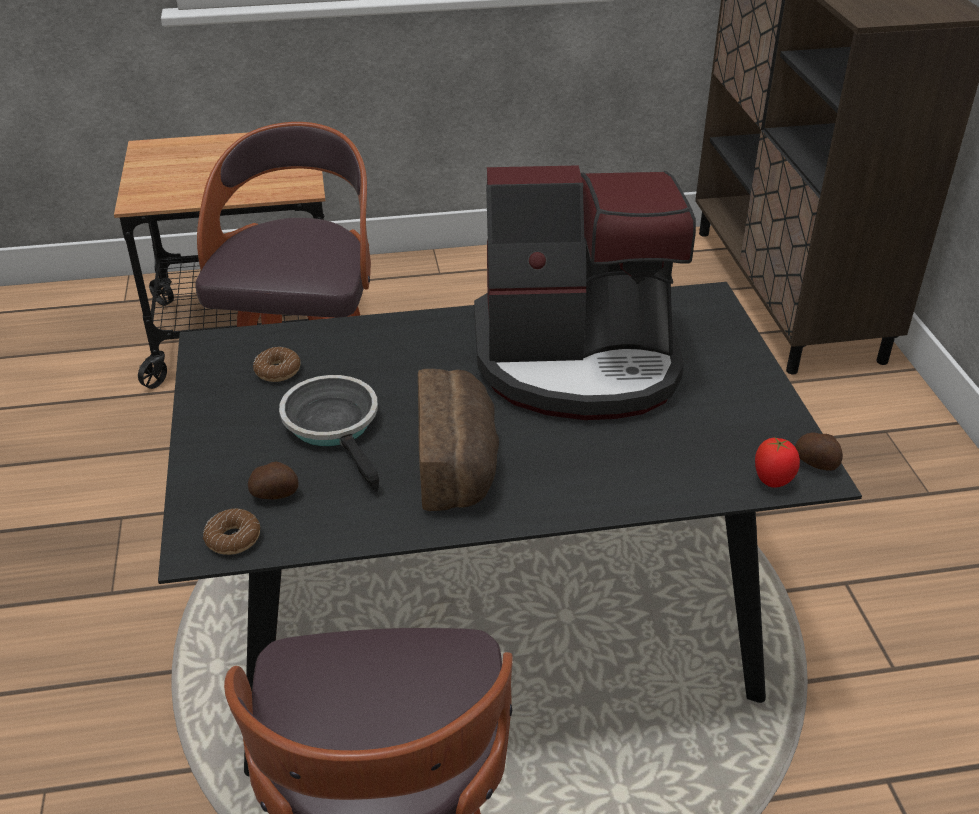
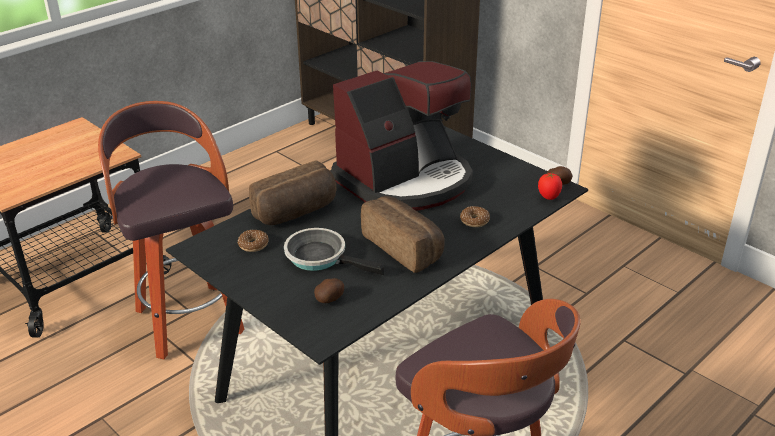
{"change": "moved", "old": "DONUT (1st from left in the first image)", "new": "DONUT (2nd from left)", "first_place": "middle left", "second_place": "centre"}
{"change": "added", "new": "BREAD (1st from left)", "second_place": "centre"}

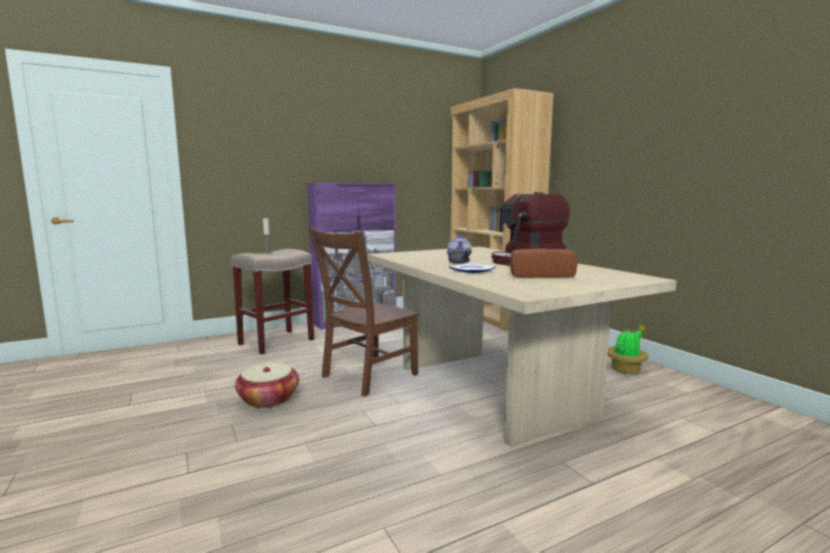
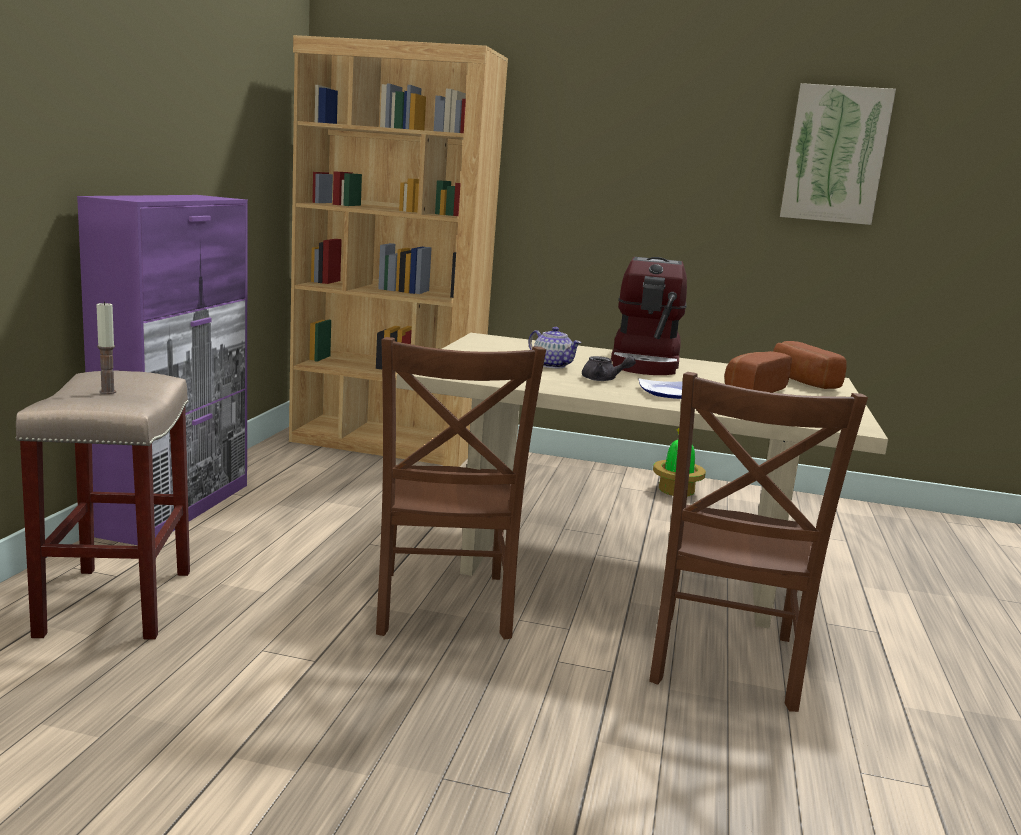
{"change": "removed", "old": "BASKET", "first_place": "bottom left"}
{"change": "added", "new": "PICTURE", "second_place": "top right"}
{"change": "added", "new": "BREAD (2nd from left)", "second_place": "middle right"}
{"change": "added", "new": "BROWN CHAIR (2nd from left)", "second_place": "middle right"}

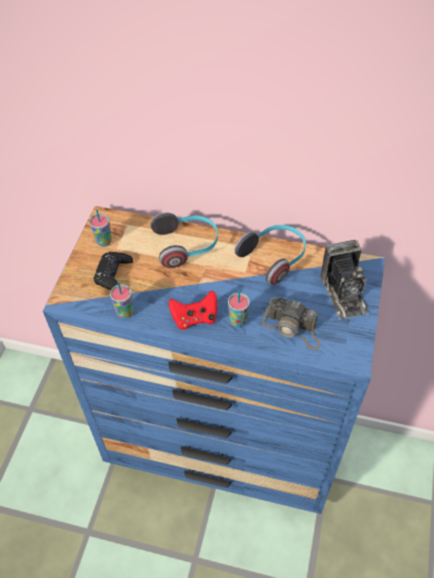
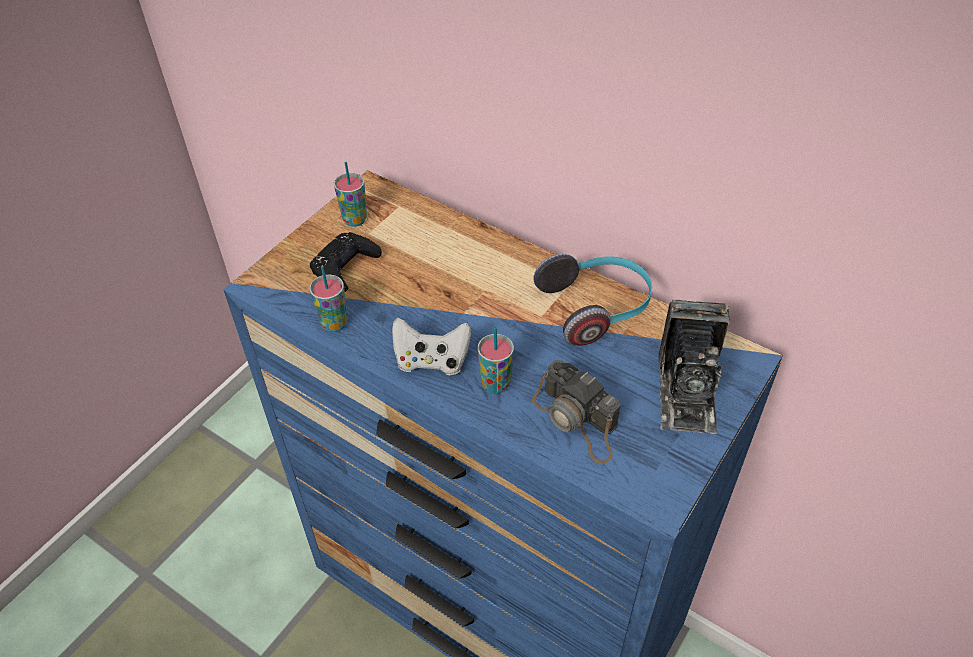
{"change": "removed", "old": "HEADPHONES (1st from left)", "first_place": "centre"}
{"change": "recoloured", "old": "RED GAME CONTROLLER", "new": "WHITE GAME CONTROLLER", "first_place": "centre", "second_place": "centre"}

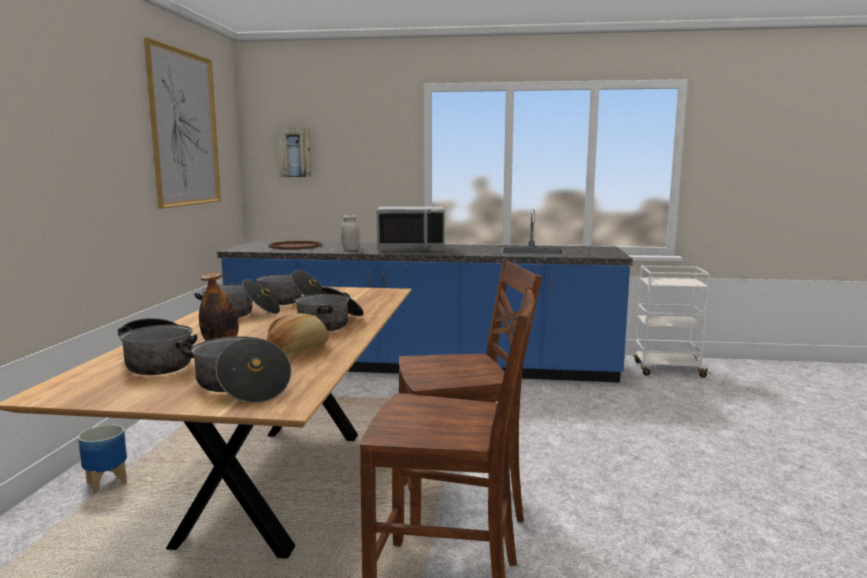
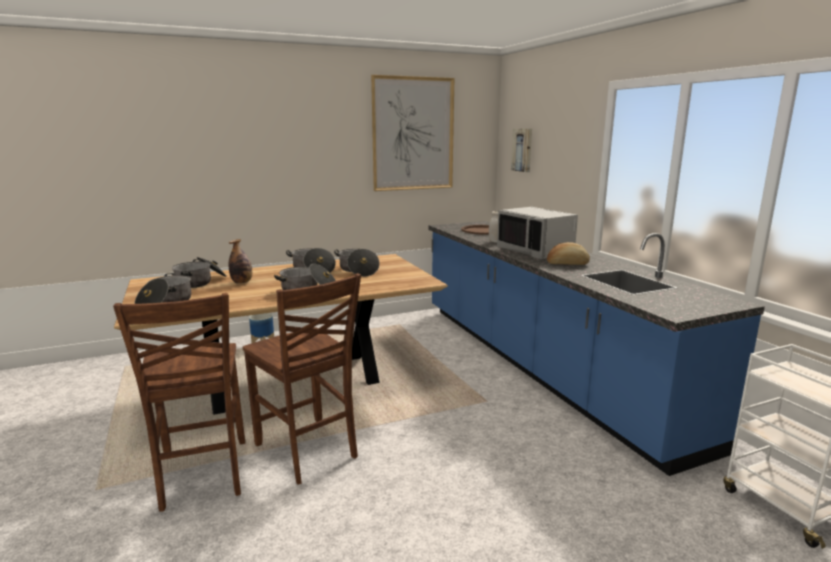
{"change": "moved", "old": "BREAD", "first_place": "centre", "second_place": "middle right"}

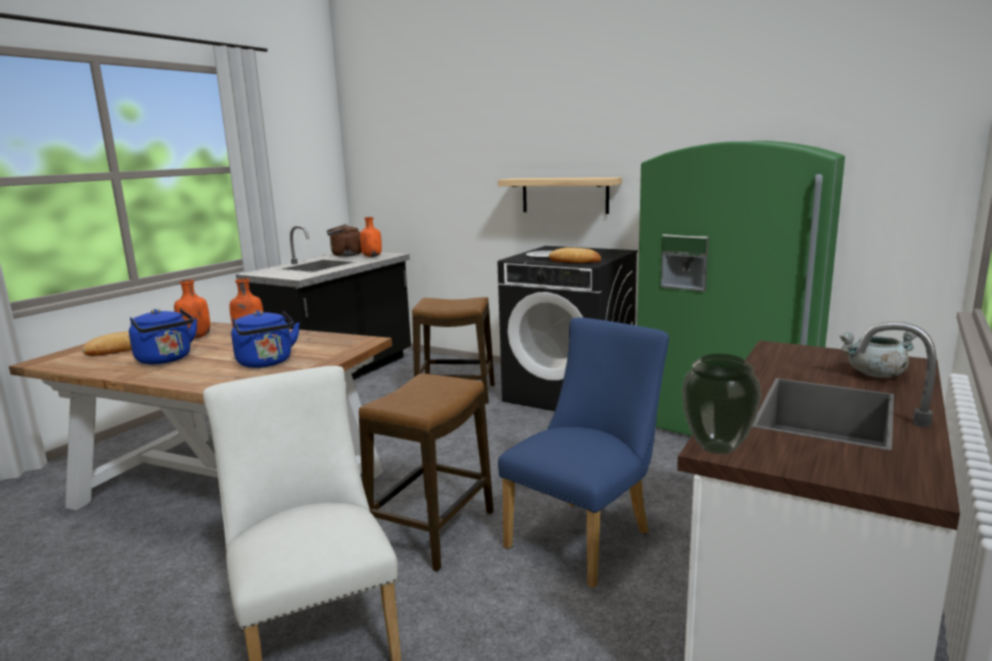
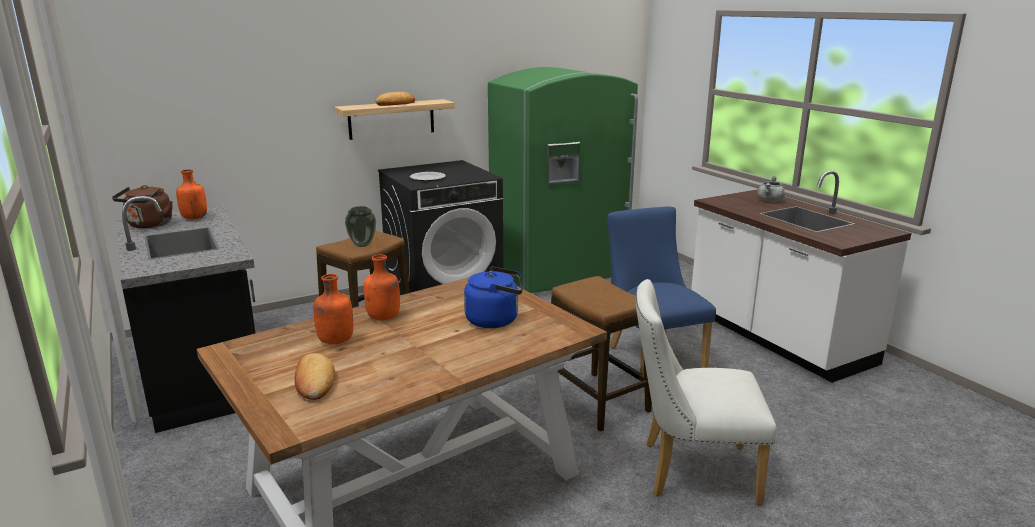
{"change": "moved", "old": "BREAD (2nd from left)", "first_place": "centre", "second_place": "top centre"}
{"change": "removed", "old": "BLUE KETTLE (1st from left)", "first_place": "middle left"}
{"change": "moved", "old": "VASE", "first_place": "middle right", "second_place": "centre"}

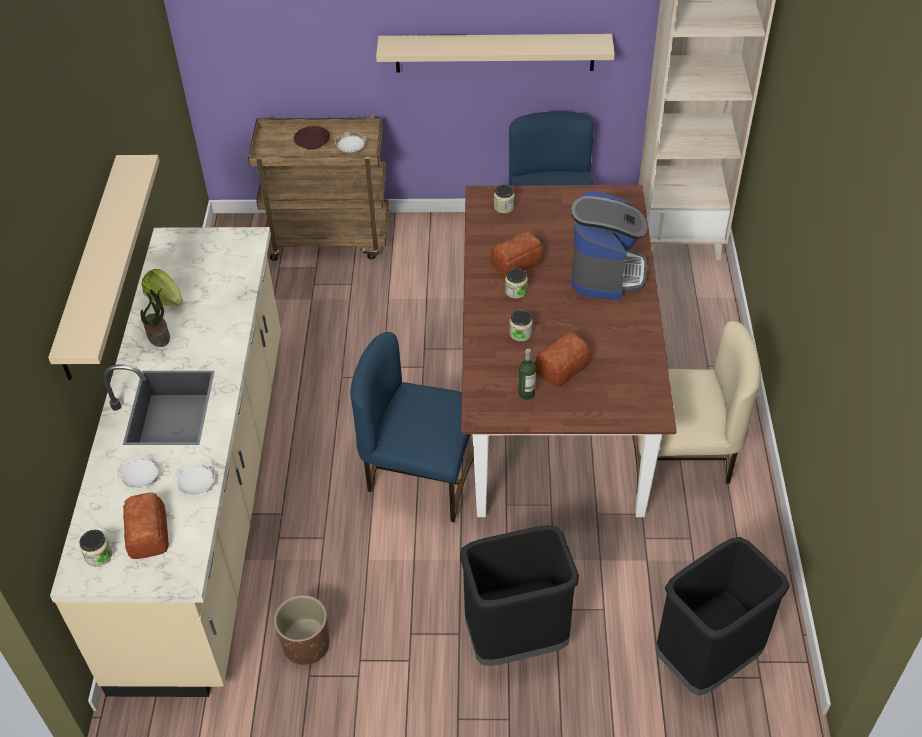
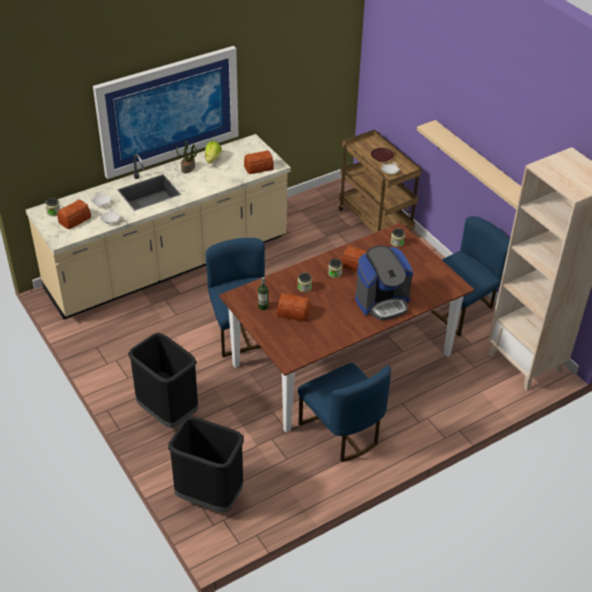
{"change": "replaced", "old": "BEIGE SHELF (1st from left)", "new": "PICTURE", "first_place": "middle left", "second_place": "top left"}
{"change": "recoloured", "old": "BEIGE CHAIR", "new": "BLUE CHAIR (2nd from left)", "first_place": "middle right", "second_place": "bottom centre"}
{"change": "removed", "old": "BROWN PLANTER", "first_place": "bottom left"}
{"change": "added", "new": "BREAD (2nd from left)", "second_place": "top centre"}

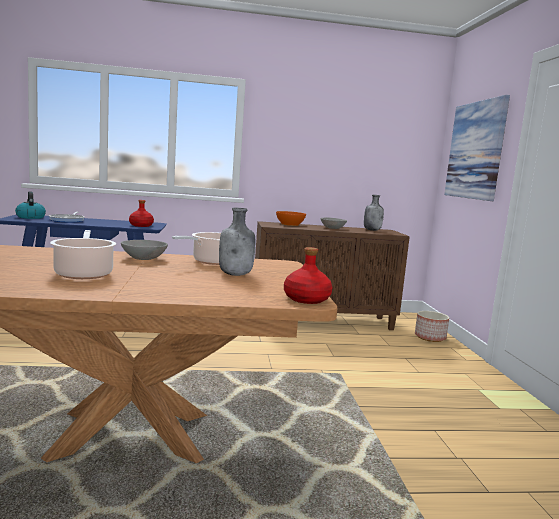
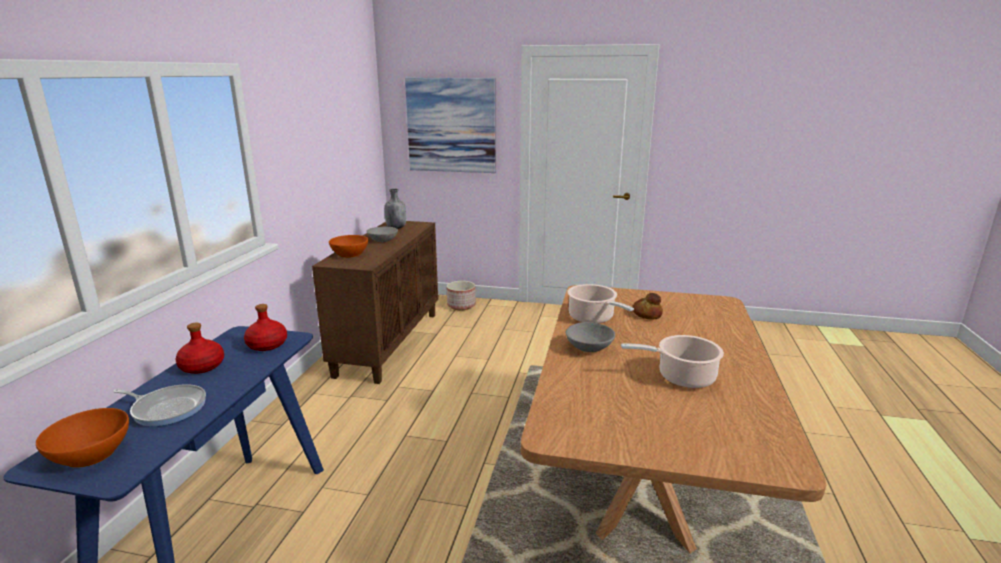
{"change": "replaced", "old": "KETTLE", "new": "ORANGE BOWL (1st from left)", "first_place": "middle left", "second_place": "bottom left"}
{"change": "replaced", "old": "GREY BOTTLE (1st from left)", "new": "BREAD", "first_place": "centre", "second_place": "centre"}
{"change": "moved", "old": "RED BOTTLE (2nd from left in the first image)", "new": "RED BOTTLE (1st from left)", "first_place": "centre", "second_place": "middle left"}

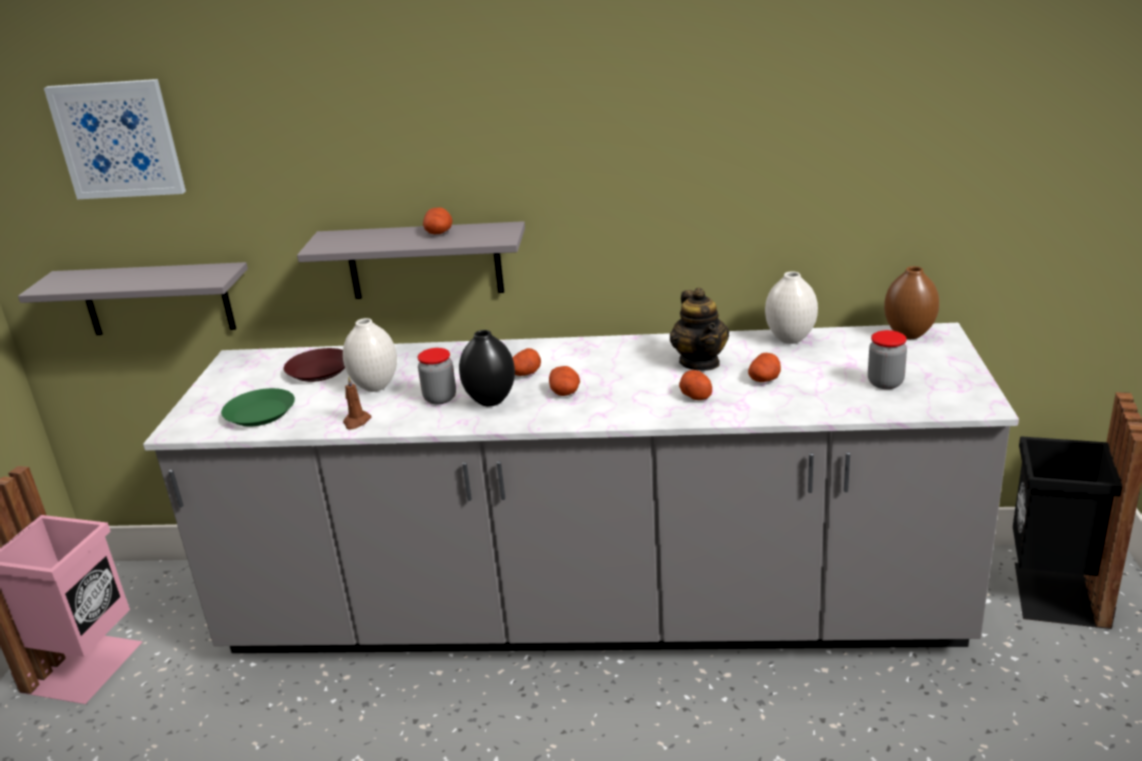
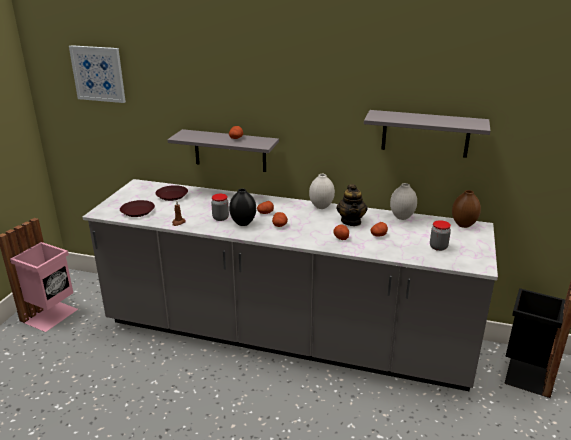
{"change": "moved", "old": "GREY SHELF (1st from left in the first image)", "new": "GREY SHELF (2nd from left)", "first_place": "middle left", "second_place": "top right"}
{"change": "moved", "old": "WHITE VASE (1st from left)", "first_place": "middle left", "second_place": "centre"}
{"change": "recoloured", "old": "GREEN PLATE", "new": "BROWN PLATE (1st from left)", "first_place": "middle left", "second_place": "middle left"}

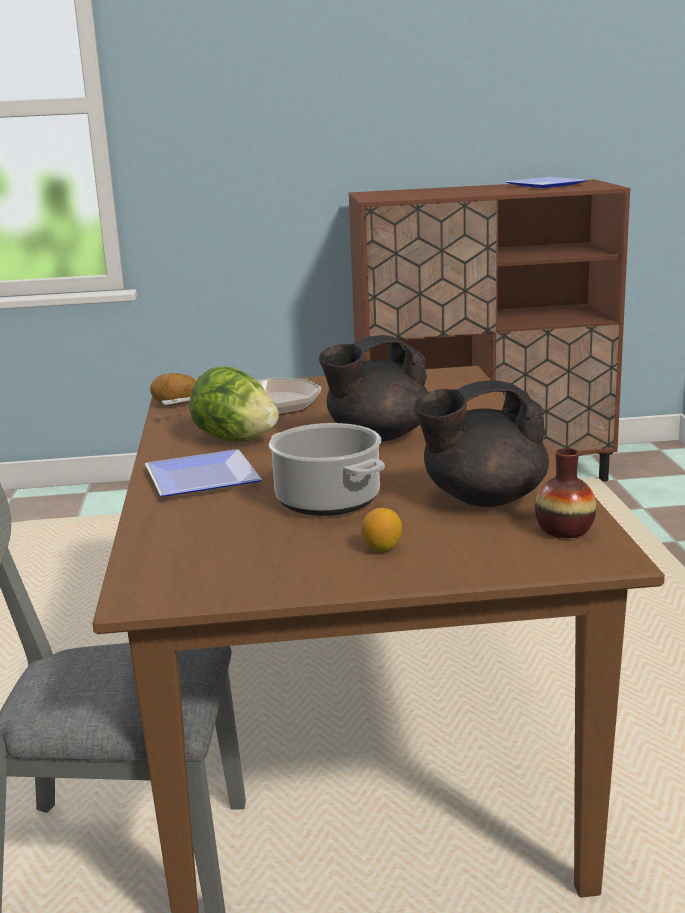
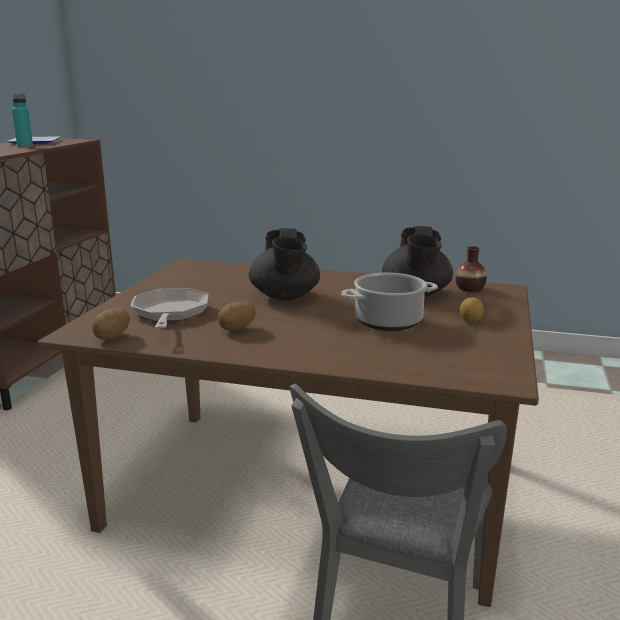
{"change": "replaced", "old": "LETTUCE", "new": "POTATO (2nd from left)", "first_place": "centre", "second_place": "centre"}
{"change": "removed", "old": "PLATE (1st from left)", "first_place": "middle left"}
{"change": "added", "new": "TURQUOISE BOTTLE", "second_place": "top left"}

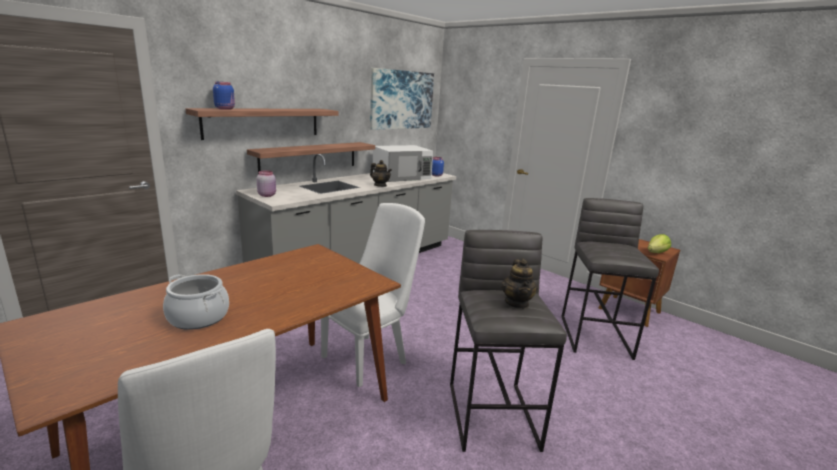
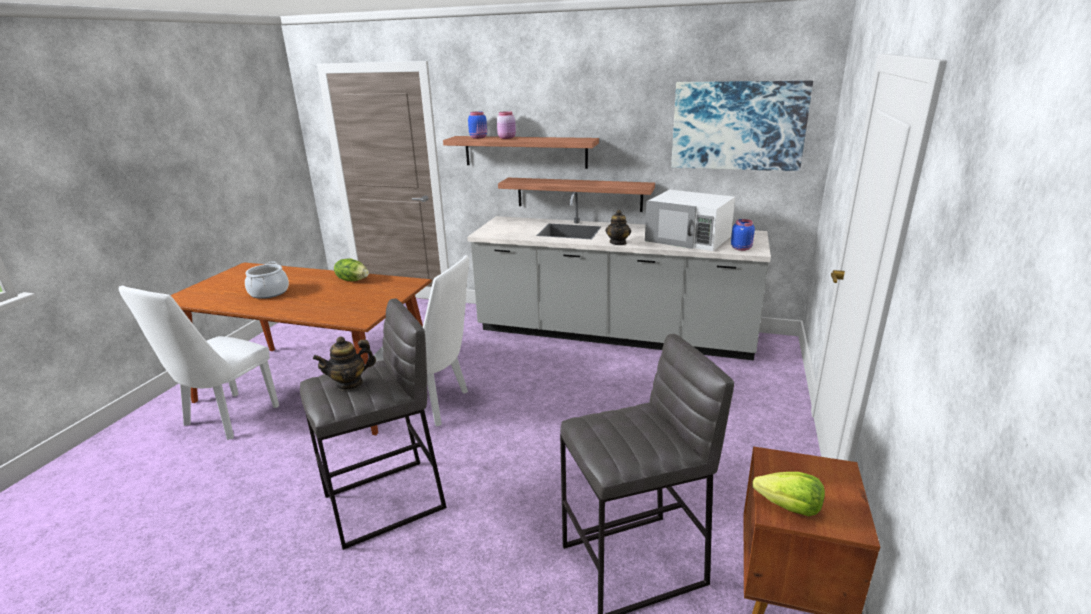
{"change": "moved", "old": "PINK JAR", "first_place": "middle left", "second_place": "top centre"}
{"change": "added", "new": "LETTUCE (1st from left)", "second_place": "middle left"}

